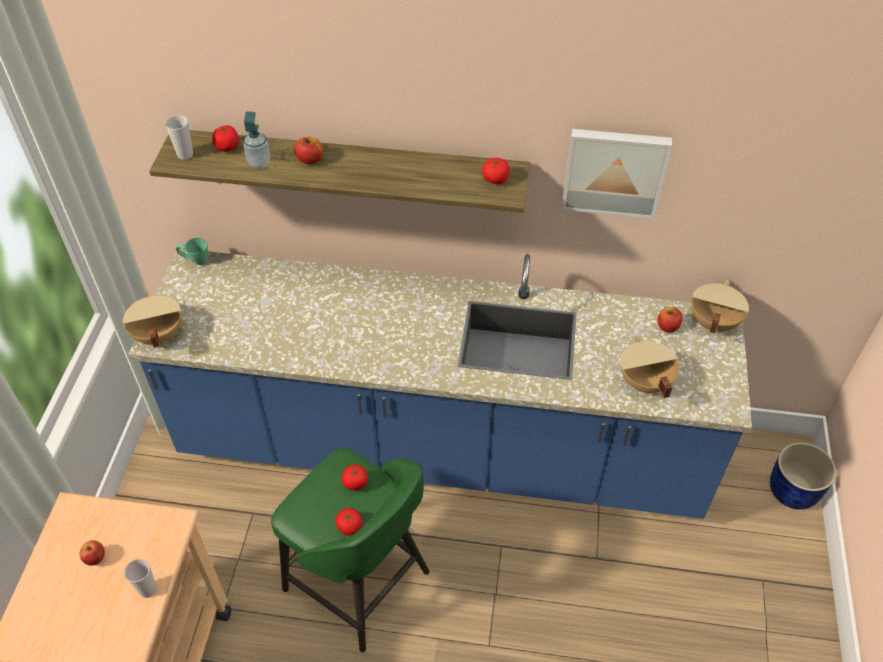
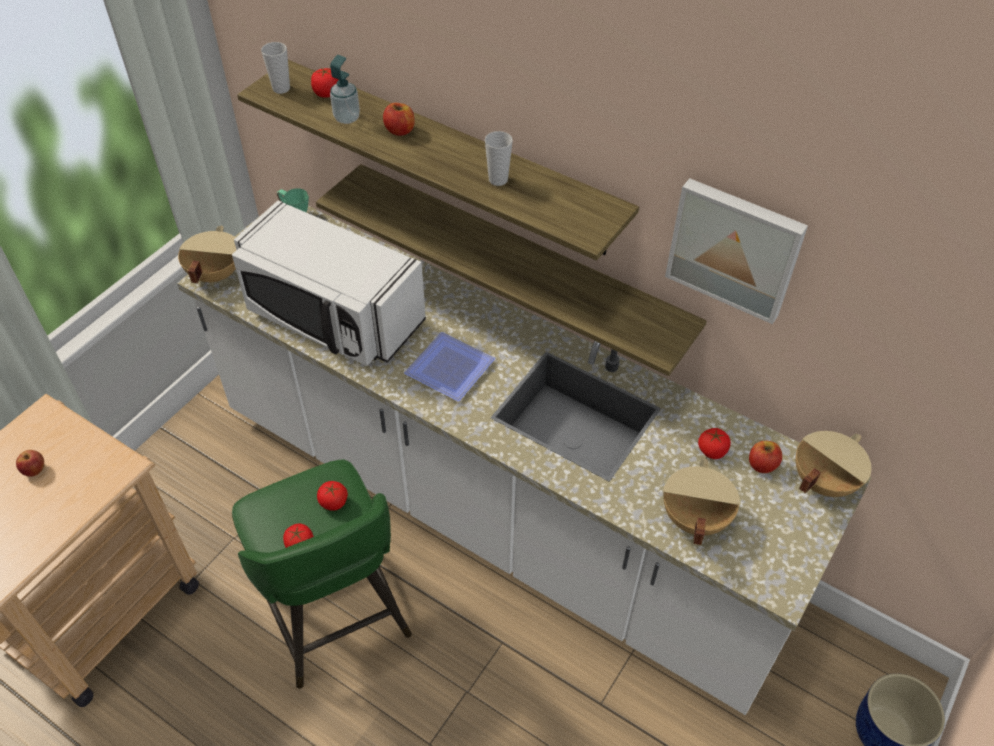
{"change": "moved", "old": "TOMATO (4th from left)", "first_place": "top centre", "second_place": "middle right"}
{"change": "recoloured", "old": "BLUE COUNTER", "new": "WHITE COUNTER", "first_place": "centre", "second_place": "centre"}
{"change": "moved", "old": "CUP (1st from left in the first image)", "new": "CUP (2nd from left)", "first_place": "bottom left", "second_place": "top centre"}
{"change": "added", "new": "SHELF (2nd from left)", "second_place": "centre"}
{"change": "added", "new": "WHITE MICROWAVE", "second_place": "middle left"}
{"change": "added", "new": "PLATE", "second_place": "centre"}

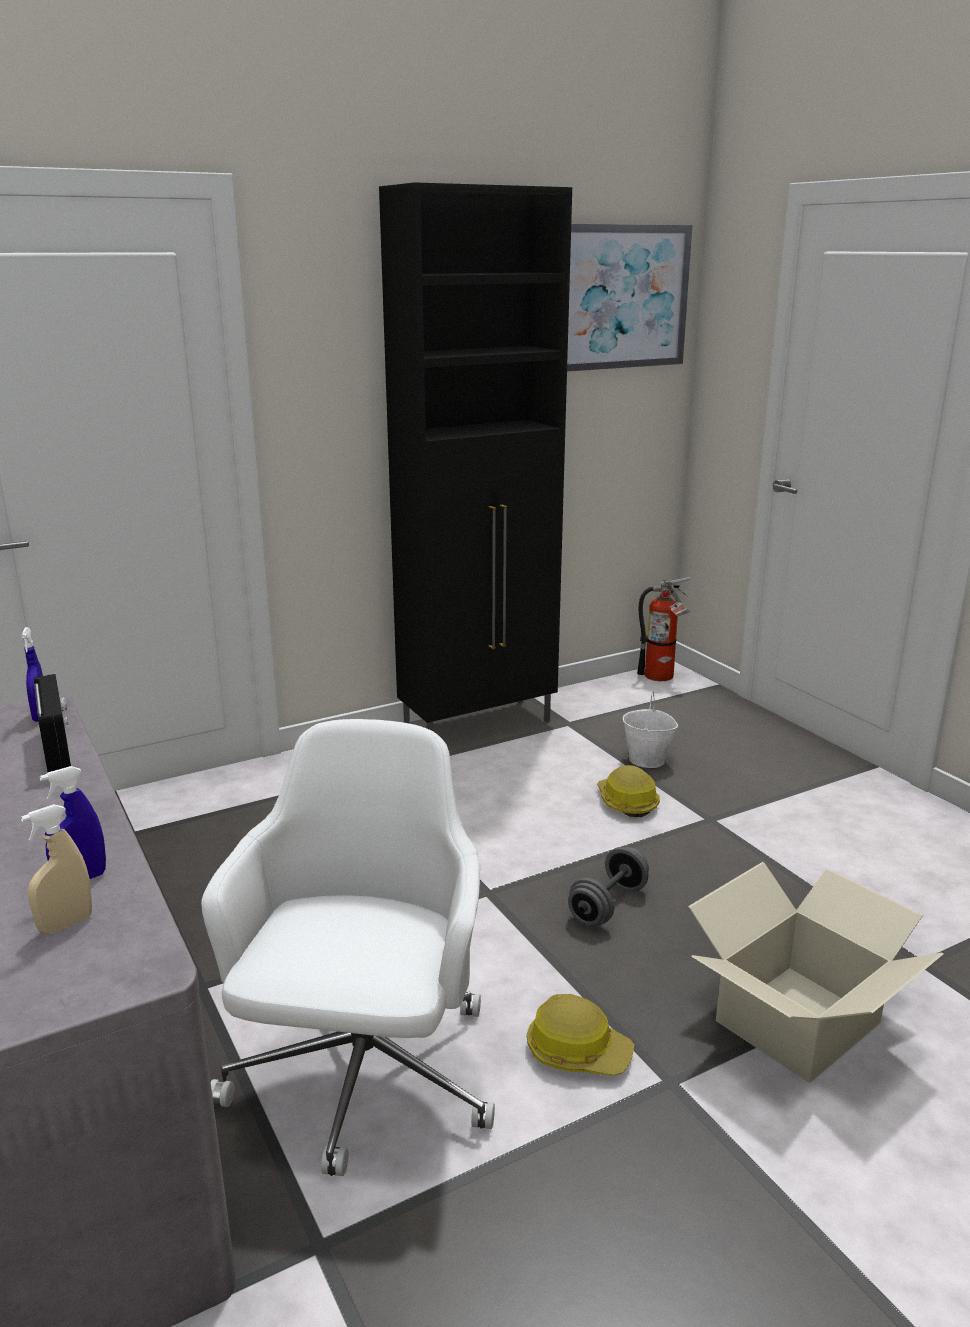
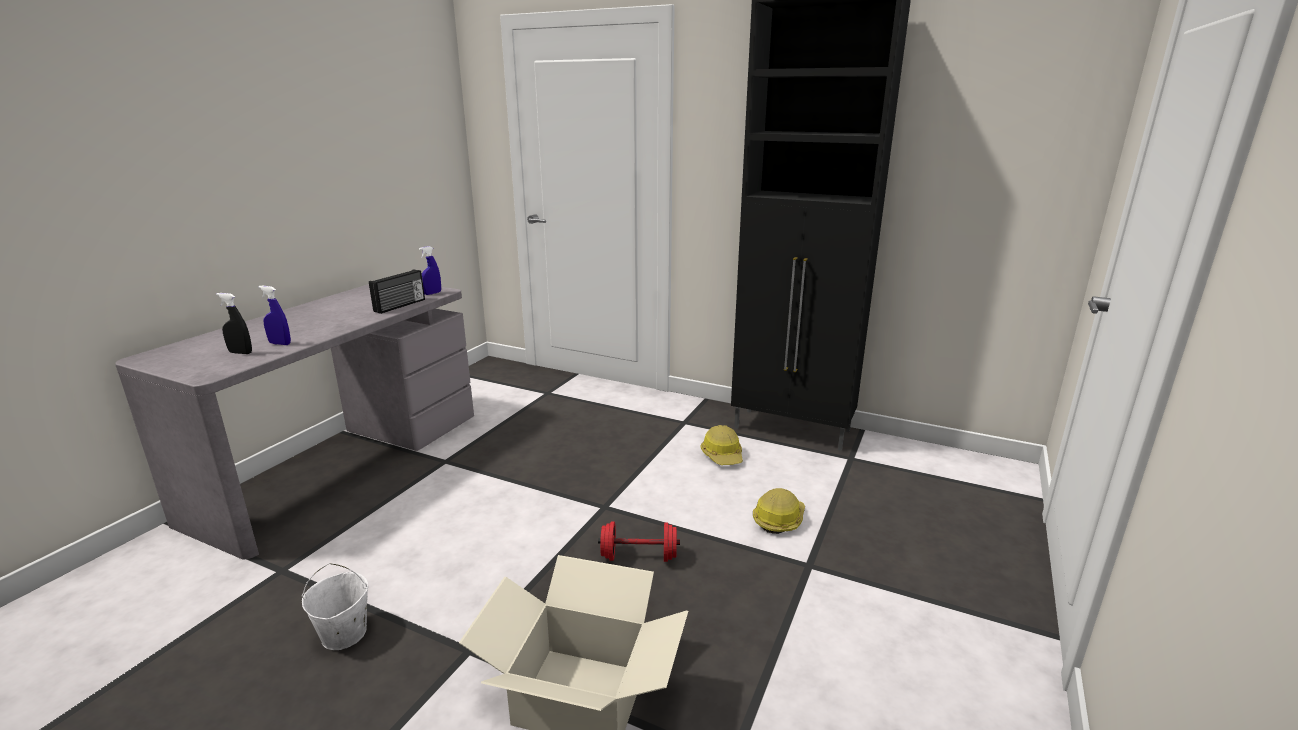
{"change": "removed", "old": "PICTURE", "first_place": "top centre"}
{"change": "removed", "old": "FIRE EXTINGUISHER", "first_place": "middle right"}
{"change": "moved", "old": "WHITE BUCKET", "first_place": "middle right", "second_place": "bottom left"}
{"change": "removed", "old": "WHITE OFFICE CHAIR", "first_place": "bottom centre"}
{"change": "recoloured", "old": "BEIGE SPRAY BOTTLE", "new": "BLACK SPRAY BOTTLE", "first_place": "middle left", "second_place": "middle left"}
{"change": "recoloured", "old": "GREY DUMBBELL", "new": "RED DUMBBELL", "first_place": "bottom centre", "second_place": "bottom centre"}
{"change": "moved", "old": "HARD HAT (1st from left)", "first_place": "bottom centre", "second_place": "centre"}

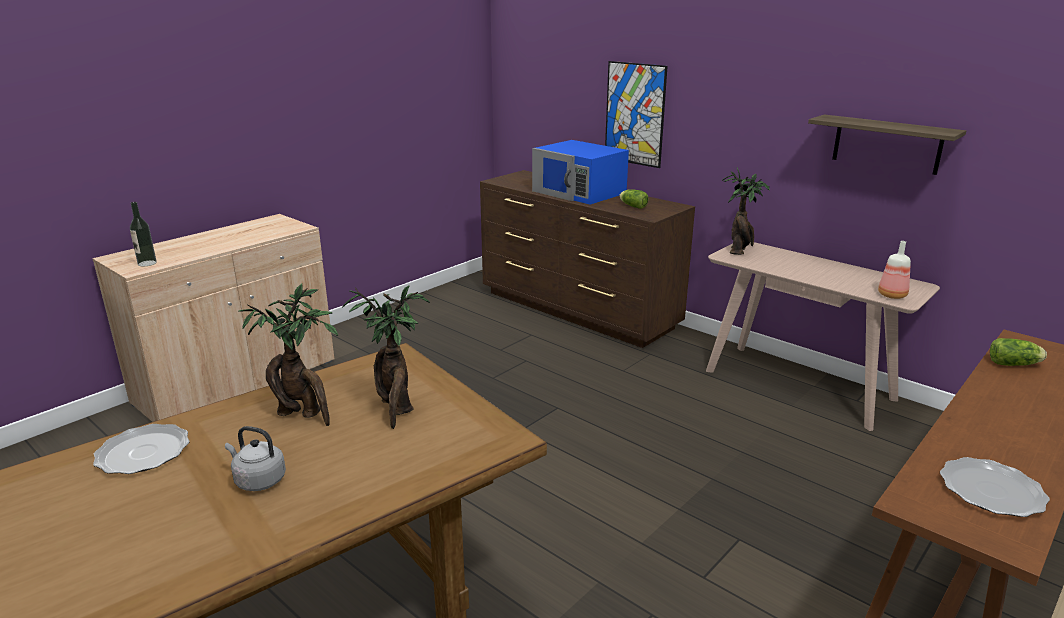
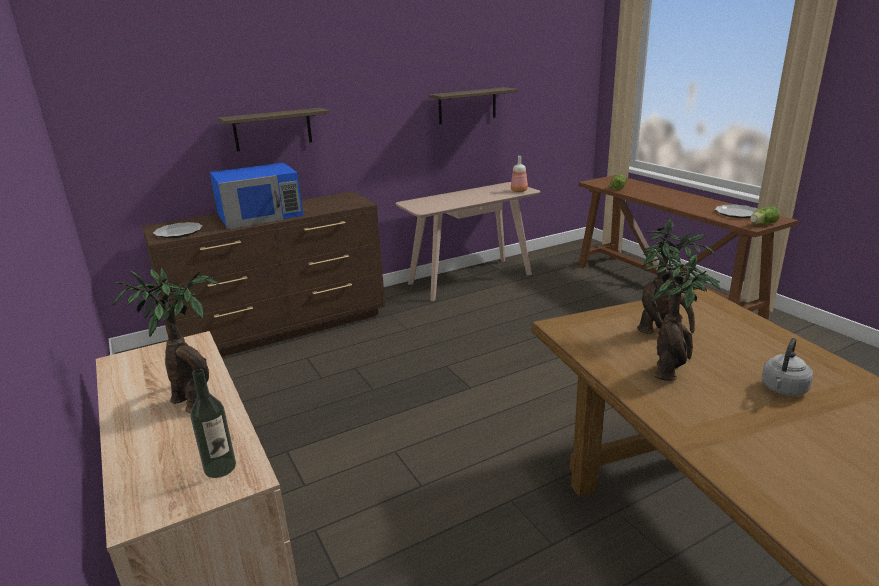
{"change": "replaced", "old": "PICTURE", "new": "SHELF (1st from left)", "first_place": "top centre", "second_place": "top left"}
{"change": "moved", "old": "POTTED PLANT (3rd from left in the first image)", "new": "POTTED PLANT (1st from left)", "first_place": "middle right", "second_place": "middle left"}
{"change": "moved", "old": "LETTUCE (1st from left in the first image)", "new": "LETTUCE (2nd from left)", "first_place": "top centre", "second_place": "middle right"}
{"change": "moved", "old": "PLATE (1st from left)", "first_place": "bottom left", "second_place": "middle left"}

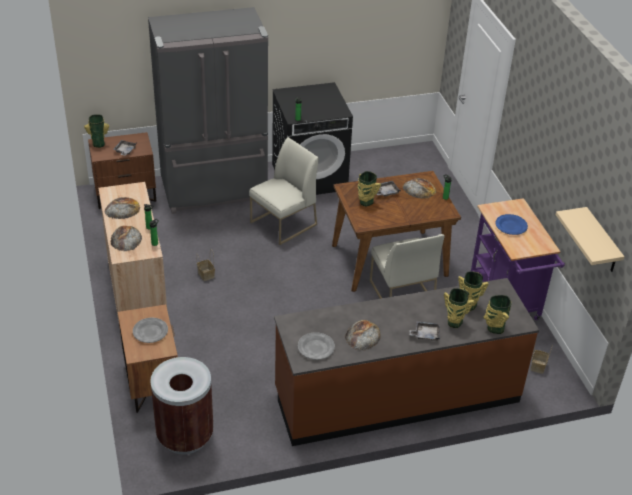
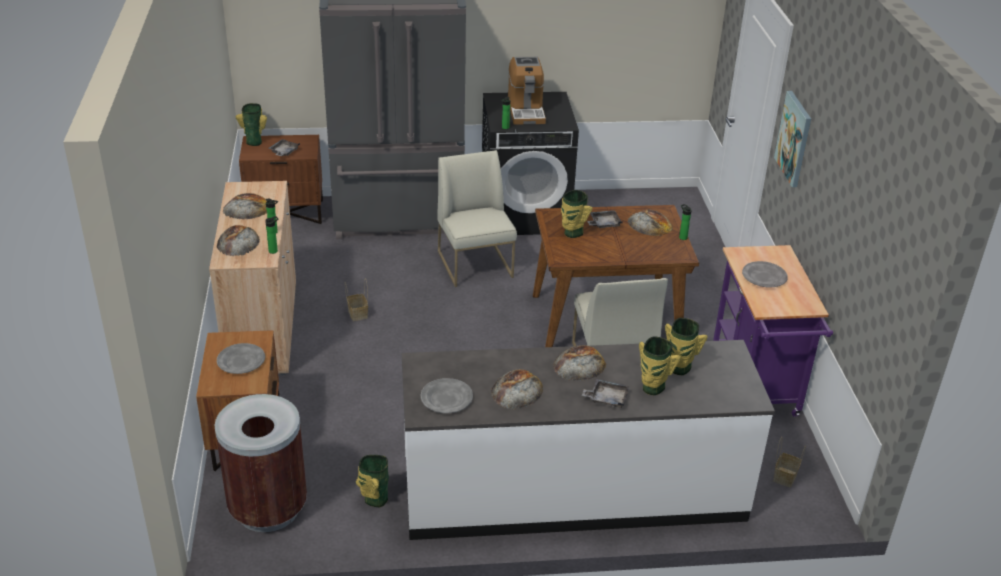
{"change": "turned", "old": "WHITE CHAIR (1st from left)", "first_place": "centre", "second_place": "centre", "degrees": -75}
{"change": "removed", "old": "BEIGE SHELF", "first_place": "middle right"}
{"change": "recoloured", "old": "BLUE PLATE", "new": "GREY PLATE (3rd from left)", "first_place": "middle right", "second_place": "middle right"}
{"change": "recoloured", "old": "BROWN COUNTER", "new": "WHITE COUNTER", "first_place": "bottom centre", "second_place": "bottom centre"}
{"change": "moved", "old": "VASE (5th from left in the first image)", "new": "VASE (2nd from left)", "first_place": "middle right", "second_place": "bottom centre"}
{"change": "added", "new": "COFFEE MACHINE", "second_place": "top centre"}
{"change": "added", "new": "PICTURE", "second_place": "top right"}
{"change": "added", "new": "BREAD (4th from left)", "second_place": "centre"}

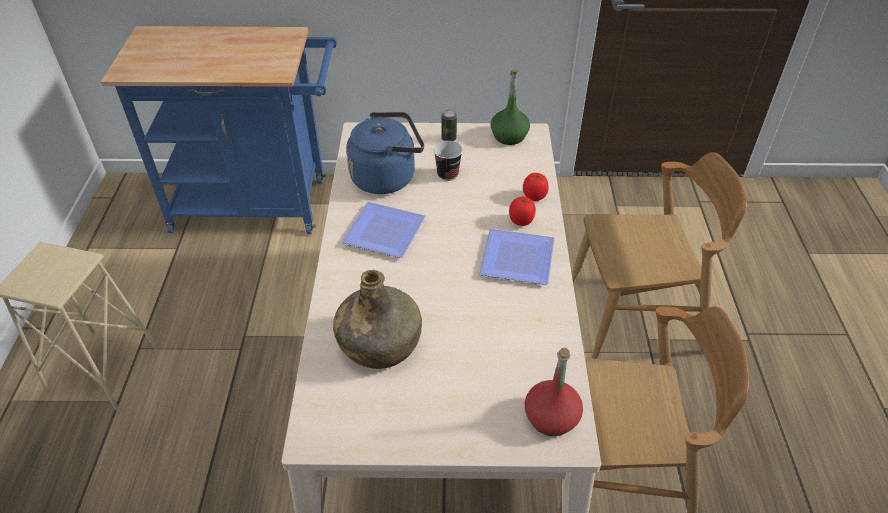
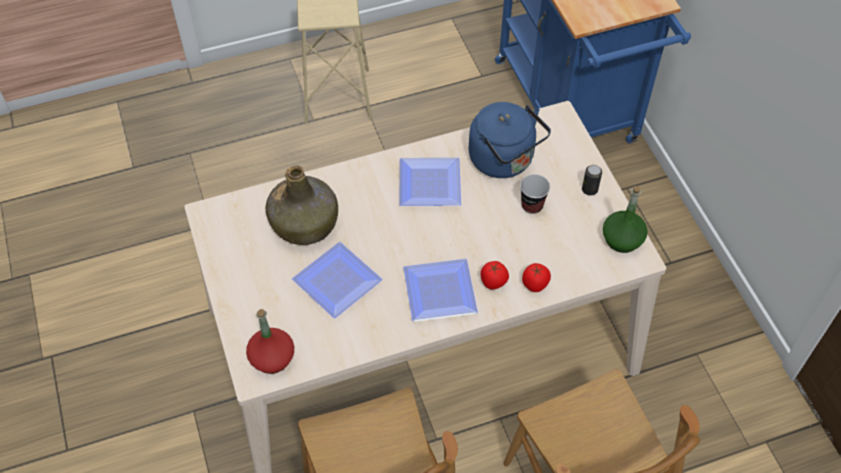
{"change": "added", "new": "PLATE (1st from left)", "second_place": "centre"}

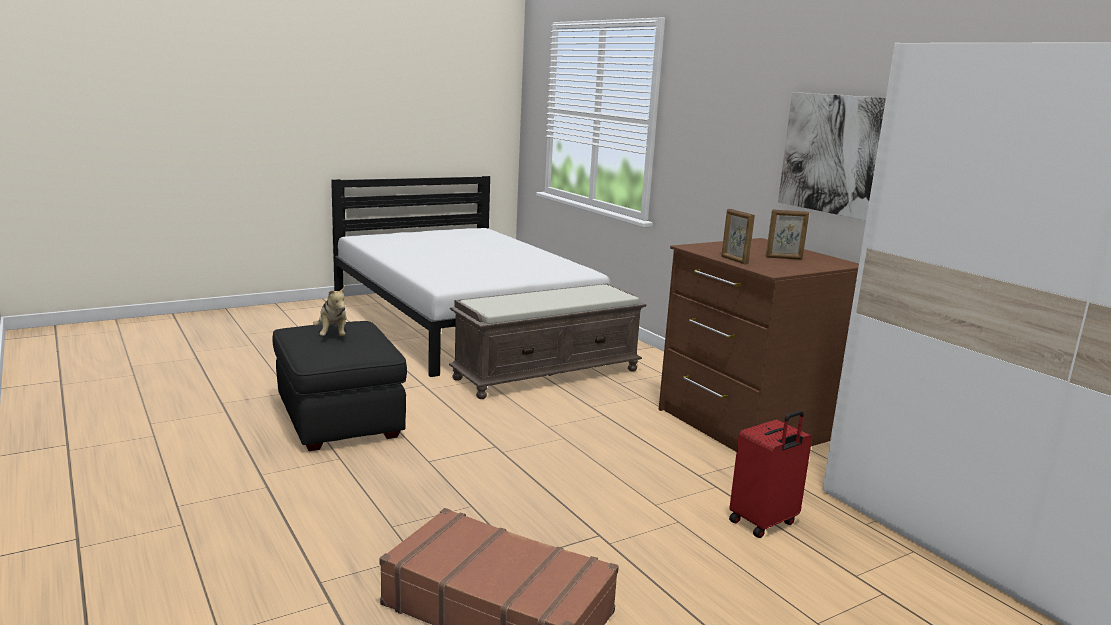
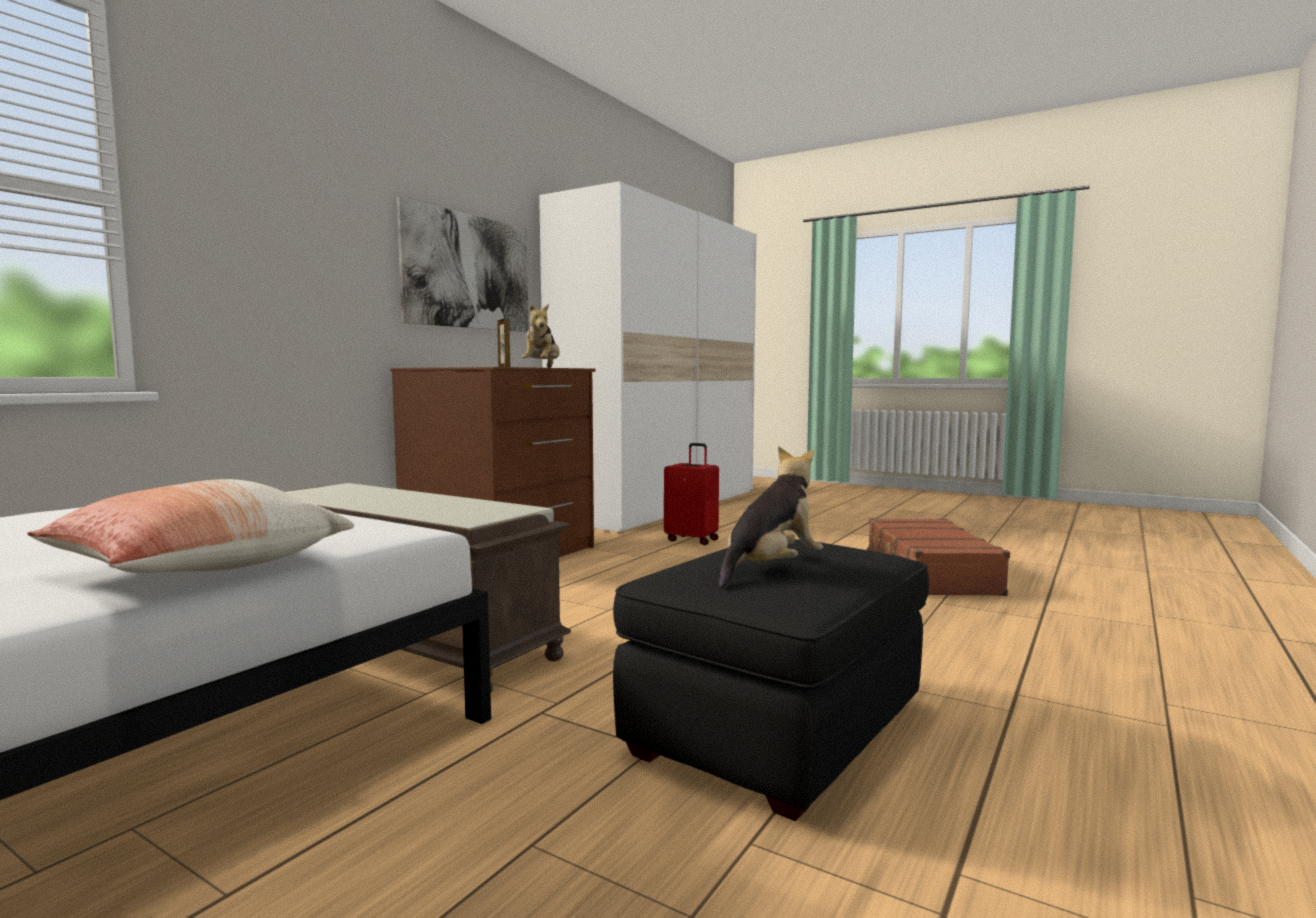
{"change": "replaced", "old": "PICTURE FRAME (1st from left)", "new": "PLUSH TOY (1st from left)", "first_place": "centre", "second_place": "centre"}
{"change": "added", "new": "PILLOW", "second_place": "middle left"}

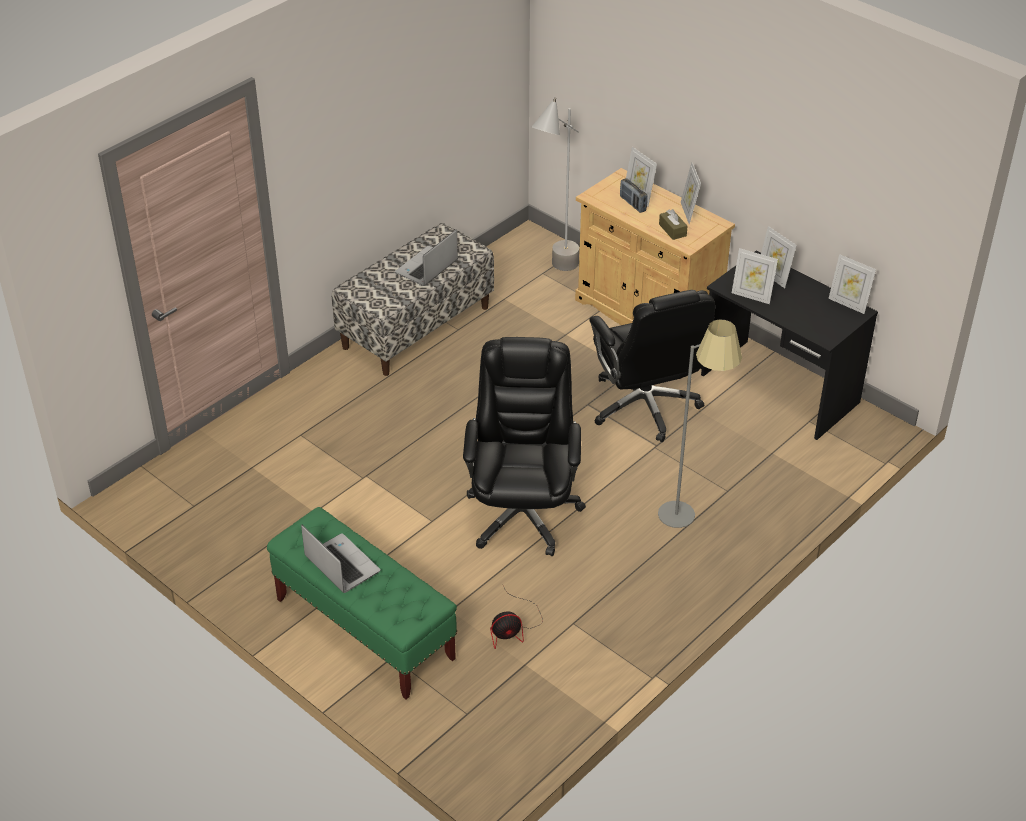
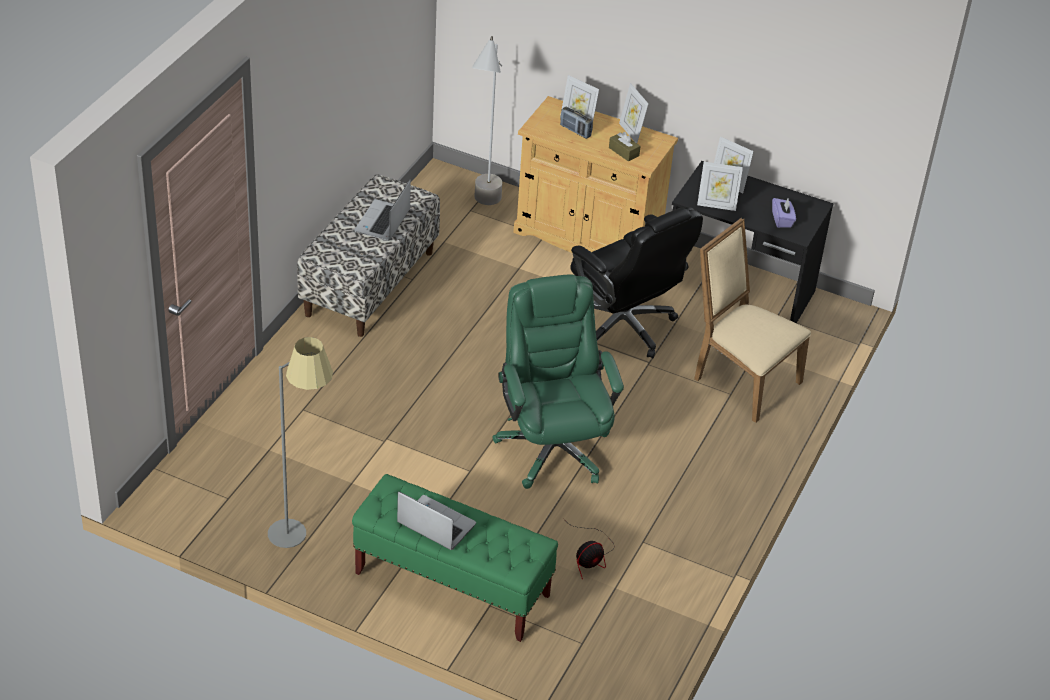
{"change": "removed", "old": "PICTURE FRAME (5th from left)", "first_place": "middle right"}
{"change": "moved", "old": "GREY FLOOR LAMP (2nd from left in the first image)", "new": "GREY FLOOR LAMP (1st from left)", "first_place": "middle right", "second_place": "middle left"}
{"change": "recoloured", "old": "BLACK OFFICE CHAIR (1st from left)", "new": "GREEN OFFICE CHAIR", "first_place": "centre", "second_place": "centre"}
{"change": "added", "new": "PURPLE TISSUE BOX", "second_place": "top right"}
{"change": "added", "new": "BEIGE CHAIR", "second_place": "middle right"}

